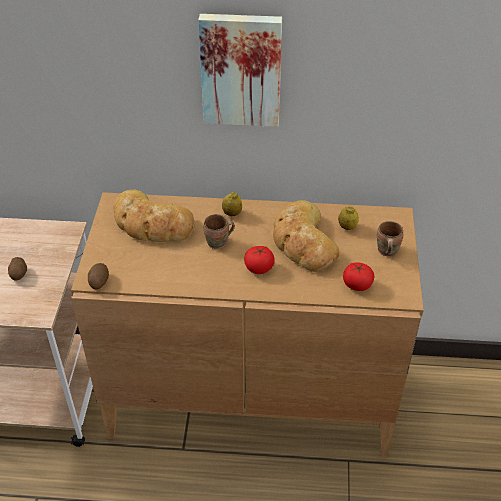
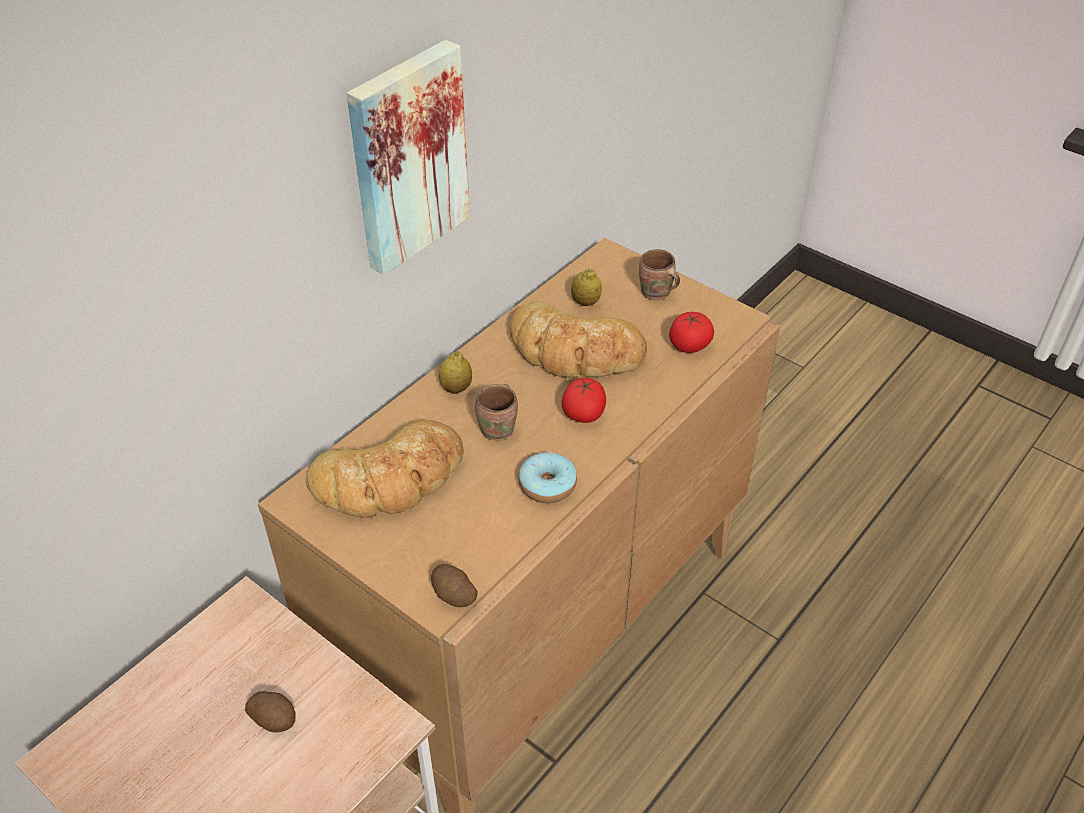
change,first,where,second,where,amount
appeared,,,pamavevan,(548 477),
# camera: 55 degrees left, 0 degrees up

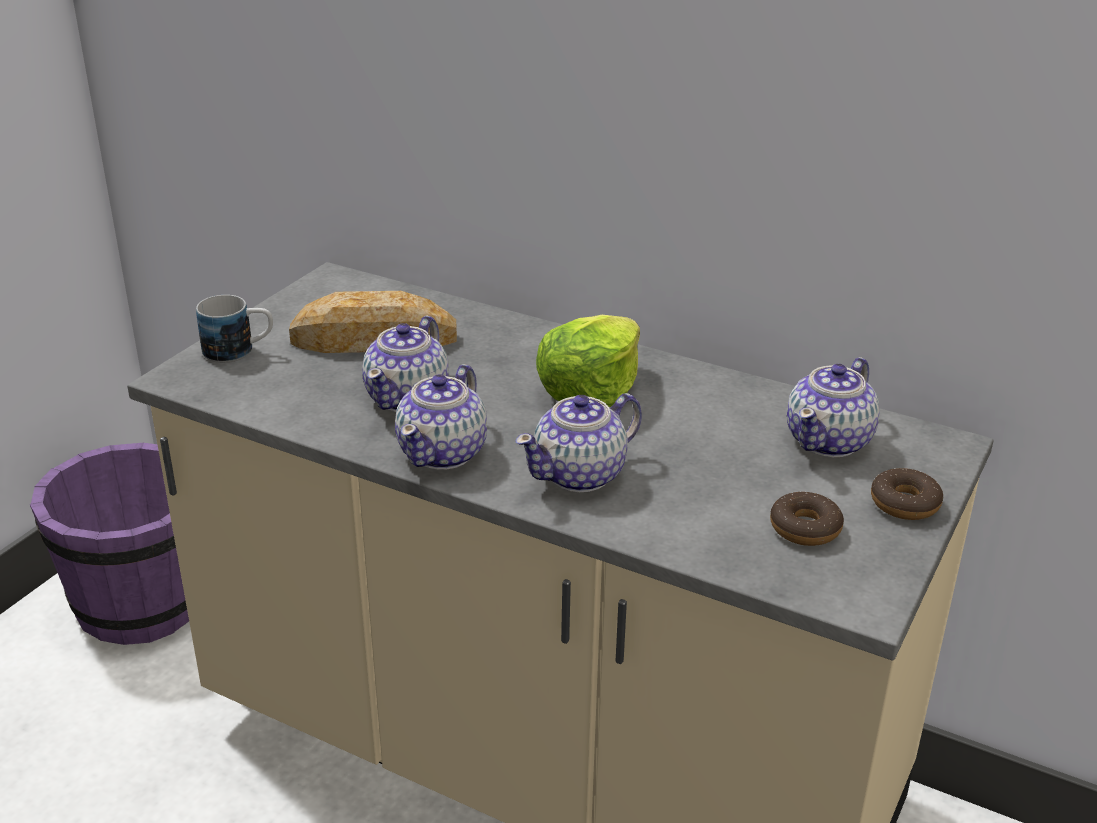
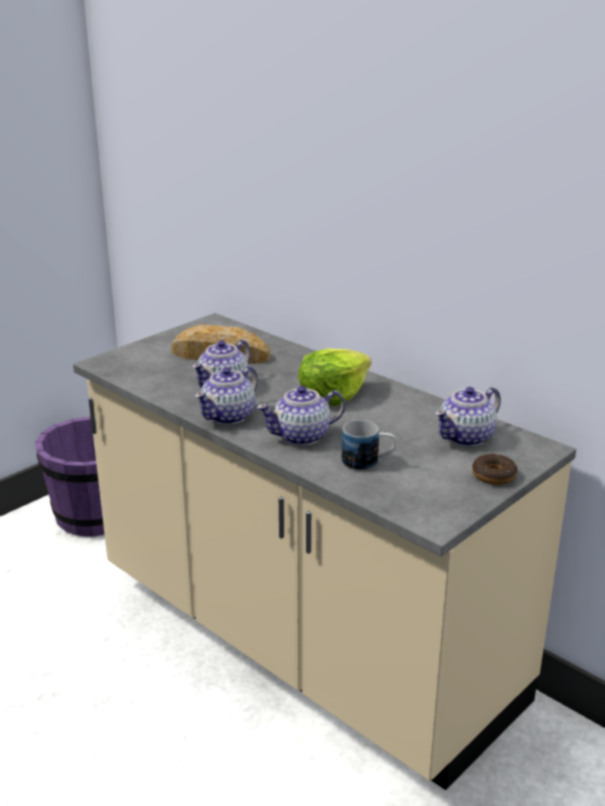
change,first,where,second,where,amount
missing,pamavevan,(807 518),,,
relocated,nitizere,(234 329),,(369 445),
# camera: 15 degrees right, 5 degrees down

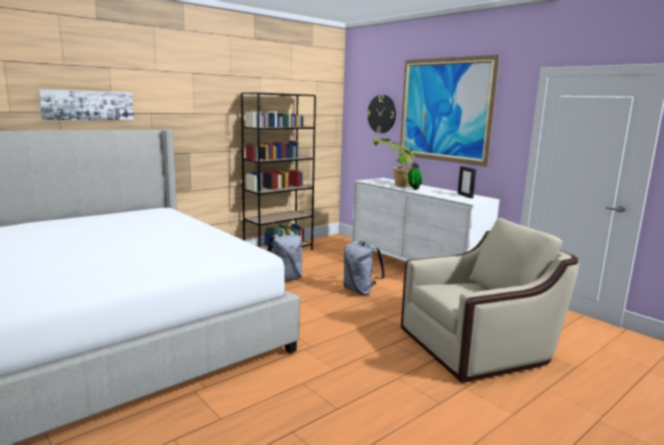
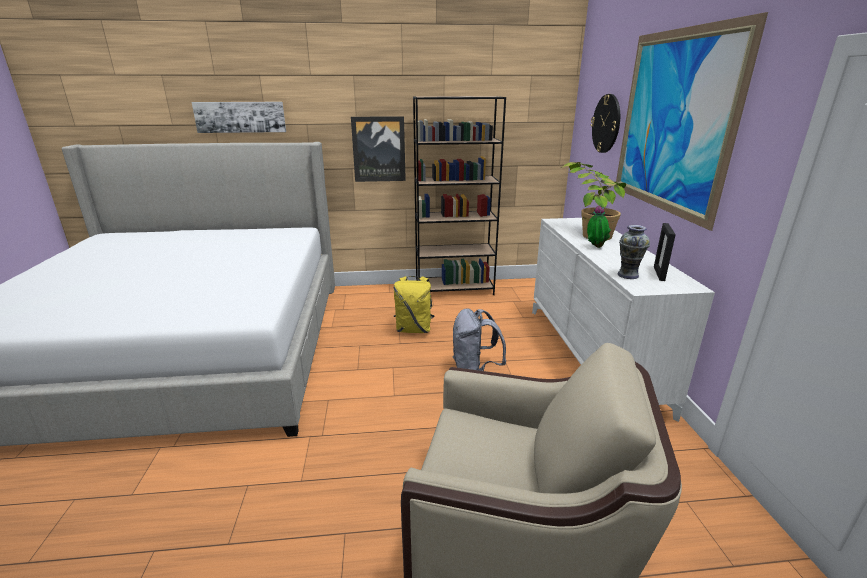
change,first,where,second,where,amount
appeared,,,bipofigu,(378 149),
appeared,,,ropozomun,(634 252),
colour,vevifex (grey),(284 256),vevifex (yellow),(414 304),
# camera: 35 degrees right, 10 degrees up

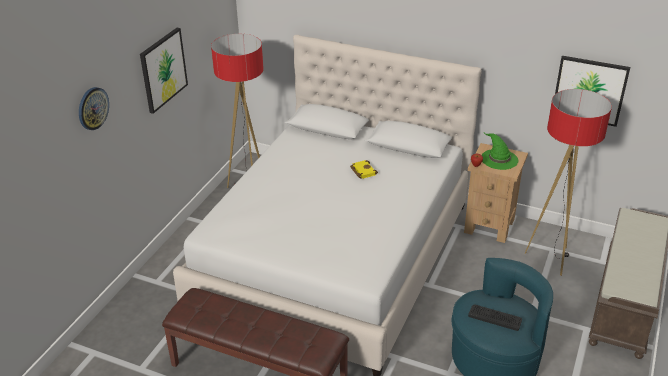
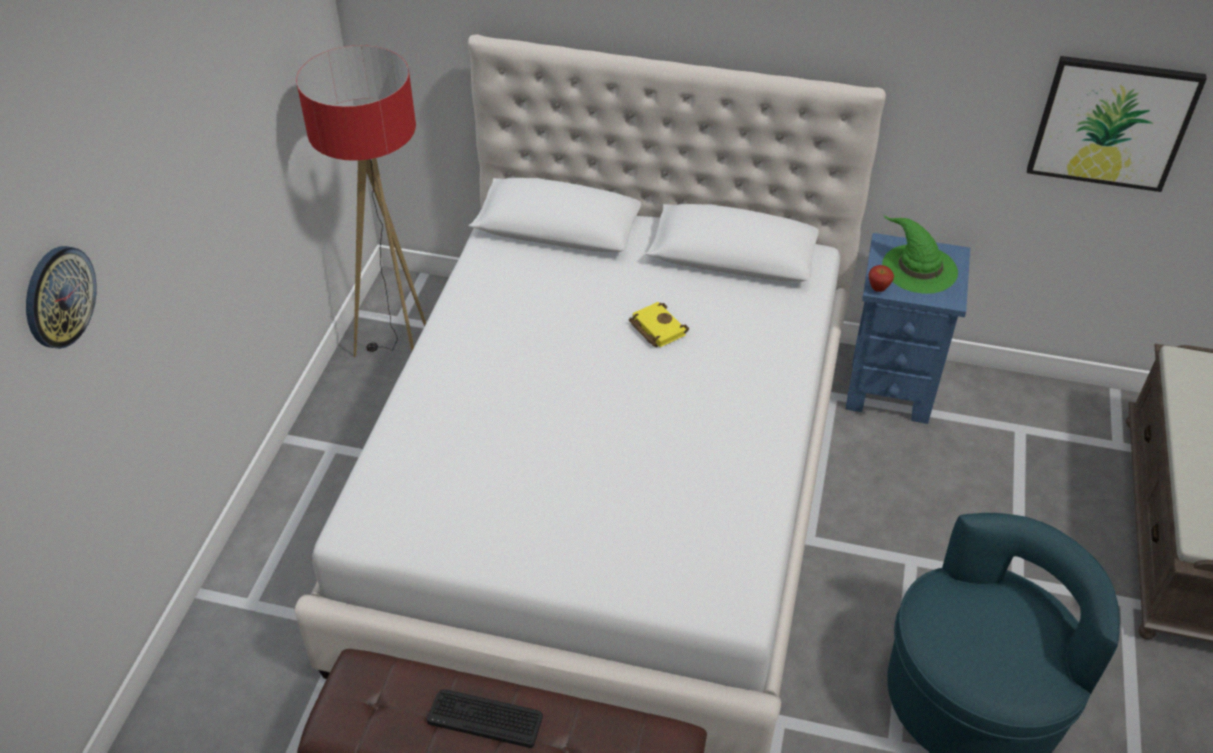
change,first,where,second,where,amount
missing,bipofigu,(164 71),,,
missing,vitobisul,(568 182),,,
relocated,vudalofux,(495 318),,(485 718),
colour,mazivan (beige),(496 193),mazivan (blue),(908 328),
# camera: 10 degrees left, 10 degrees up

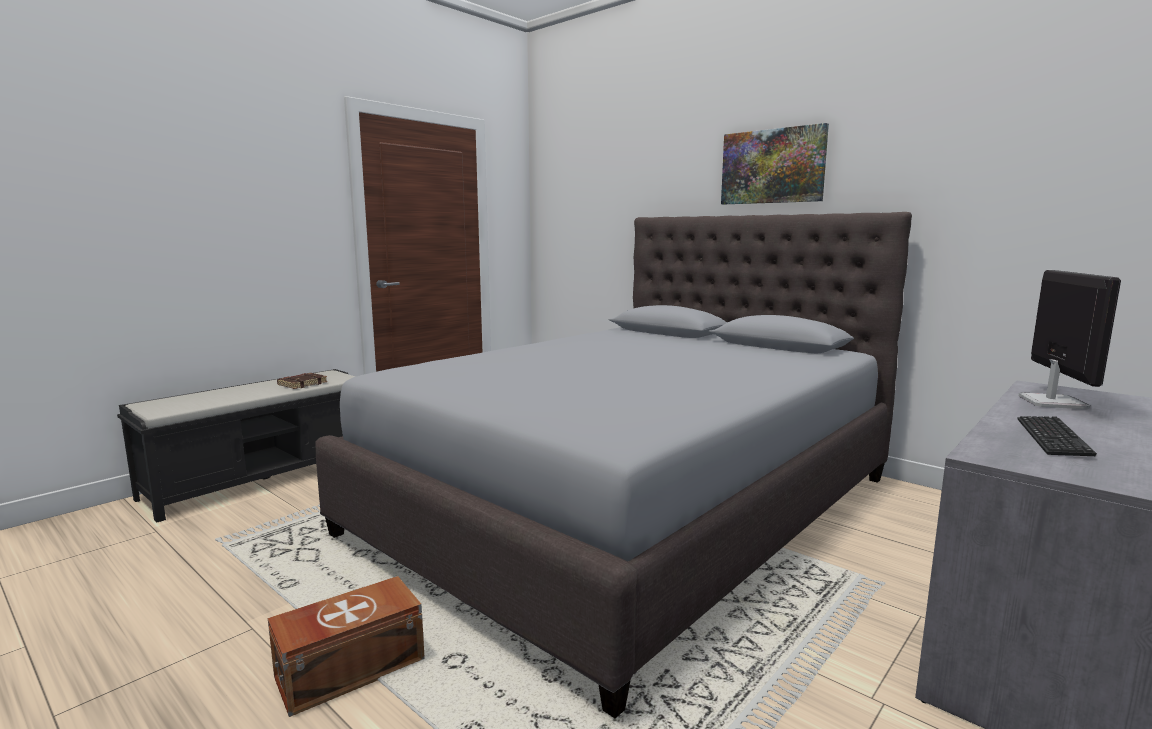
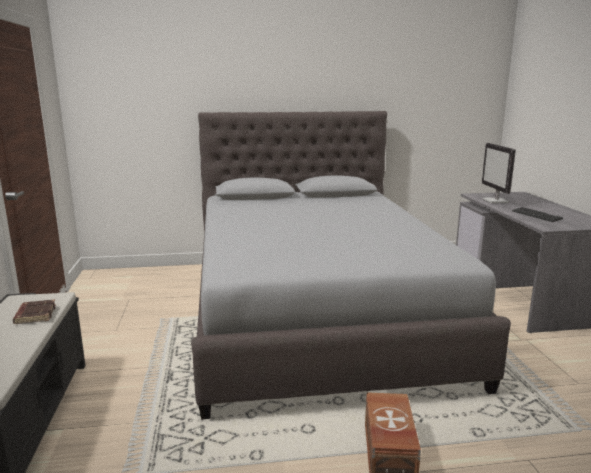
change,first,where,second,where,amount
missing,bipofigu,(775 163),,,
spun,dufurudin,(1070 339),,(499 173),150 degrees counterclockwise
# camera: 50 degrees left, 5 degrees up

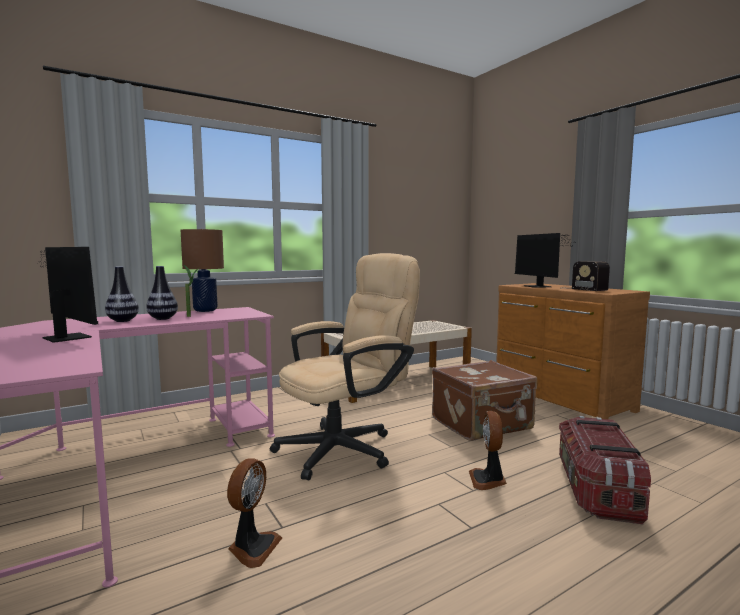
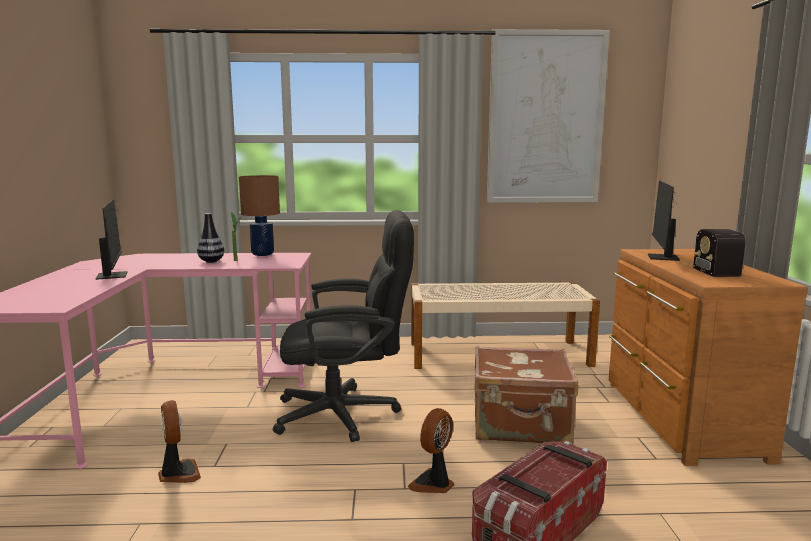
change,first,where,second,where,amount
missing,ropozomun,(122 294),,,
appeared,,,bipofigu,(548 116),
colour,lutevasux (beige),(345 366),lutevasux (black),(343 326),
spun,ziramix,(254 513),,(179 441),75 degrees counterclockwise
# camera: 30 degrees right, 5 degrees up

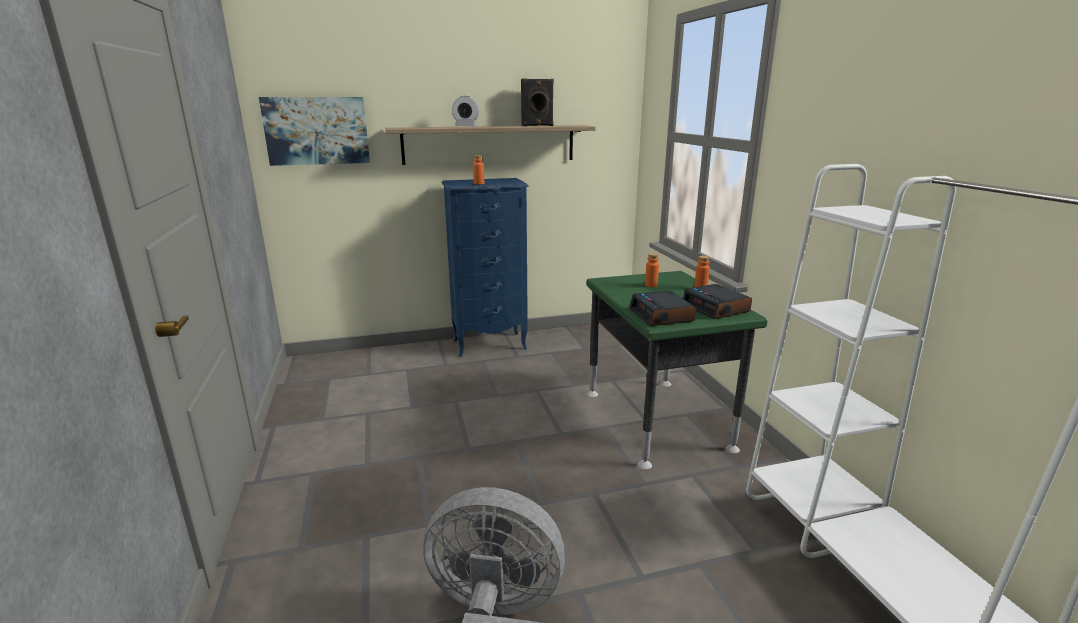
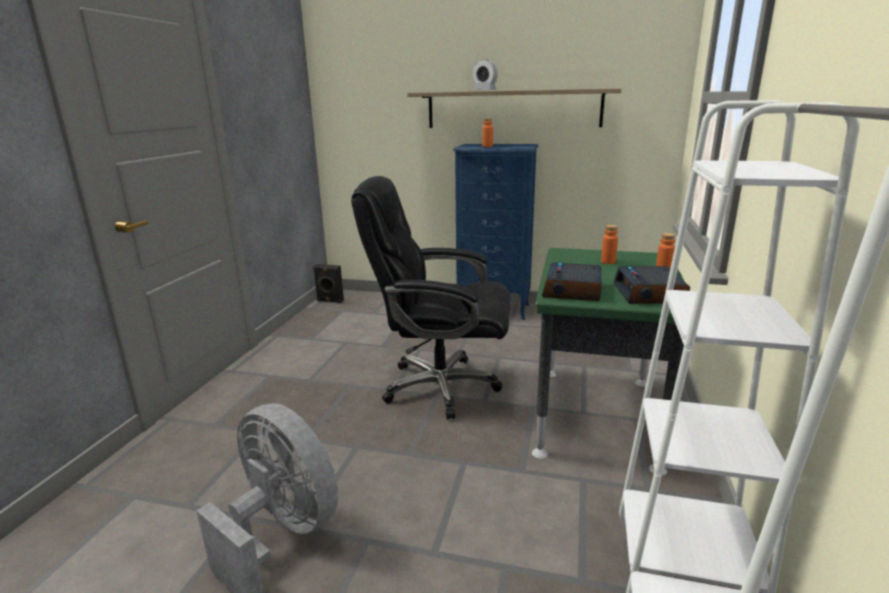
change,first,where,second,where,amount
missing,bipofigu,(314 131),,,
appeared,,,lutevasux (black),(431 297),
relocated,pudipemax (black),(537 102),,(328 283),
# camera: 30 degrees right, 0 degrees up

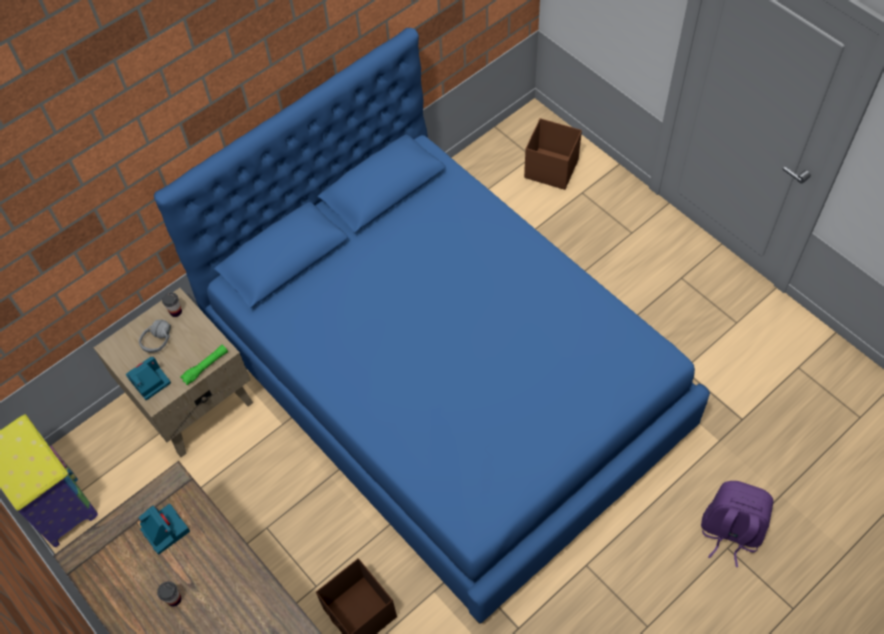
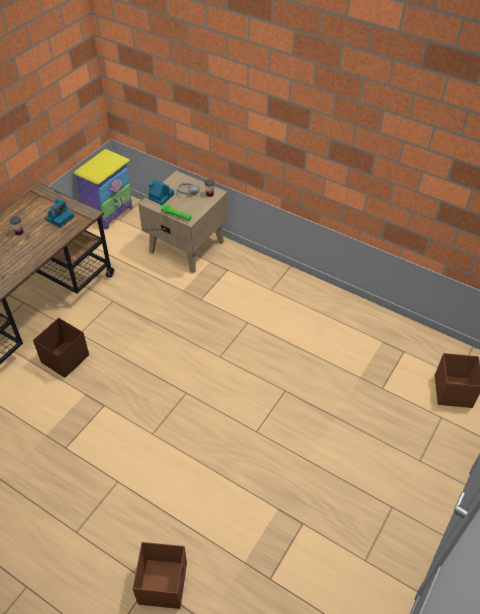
change,first,where,second,where,amount
missing,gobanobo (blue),(432 325),,,
exchanged,vevifex (purple),(737 524),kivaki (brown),(160 575),
# camera: 70 degrees right, 10 degrees down

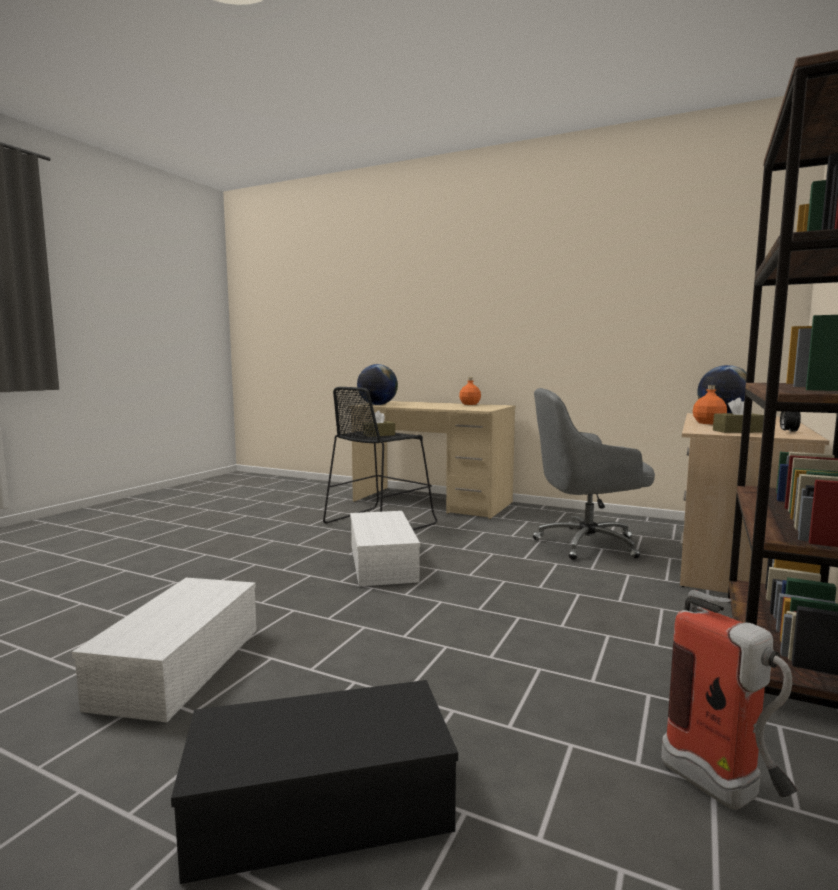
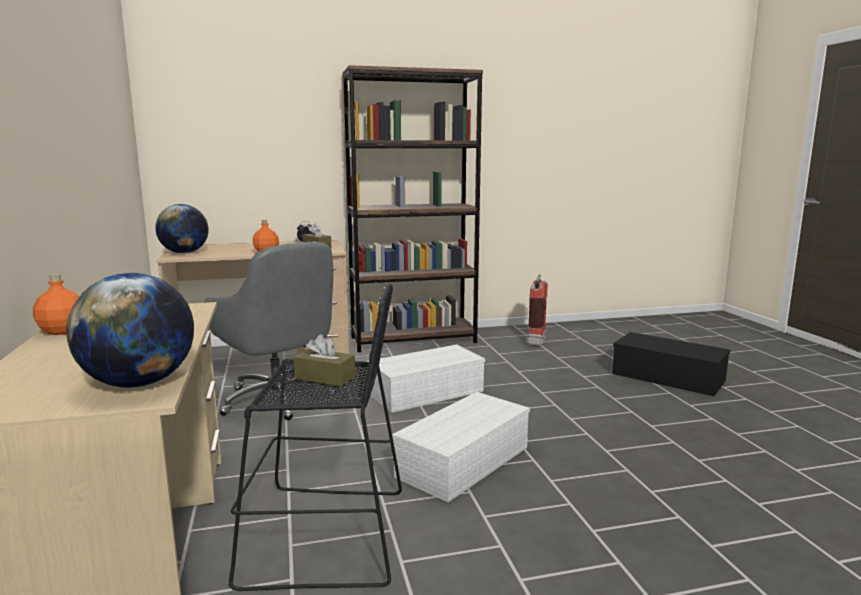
change,first,where,second,where,amount
relocated,kivaki (white),(164 650),,(426 379),
# camera: 130 degrees left, 5 degrees up

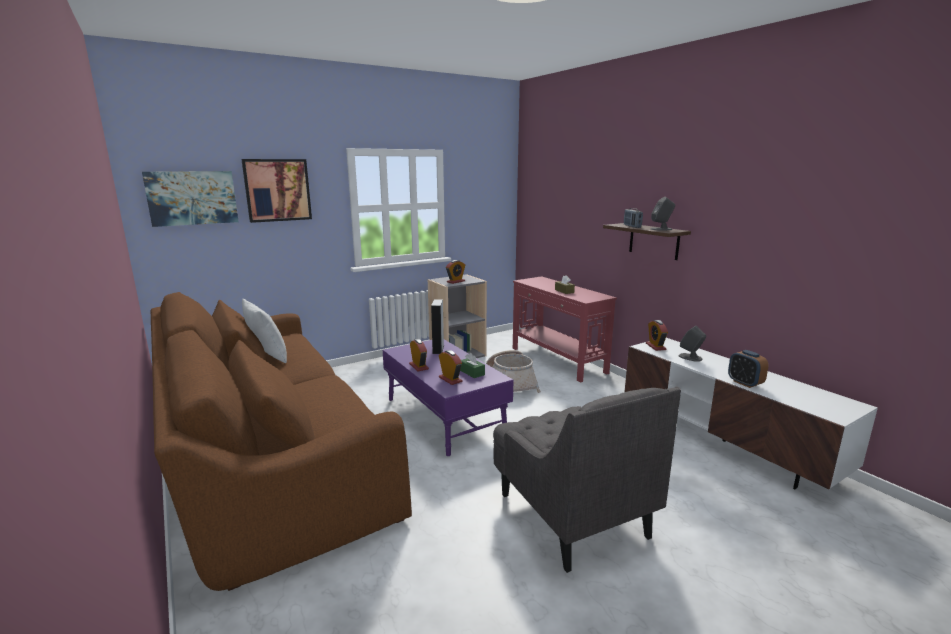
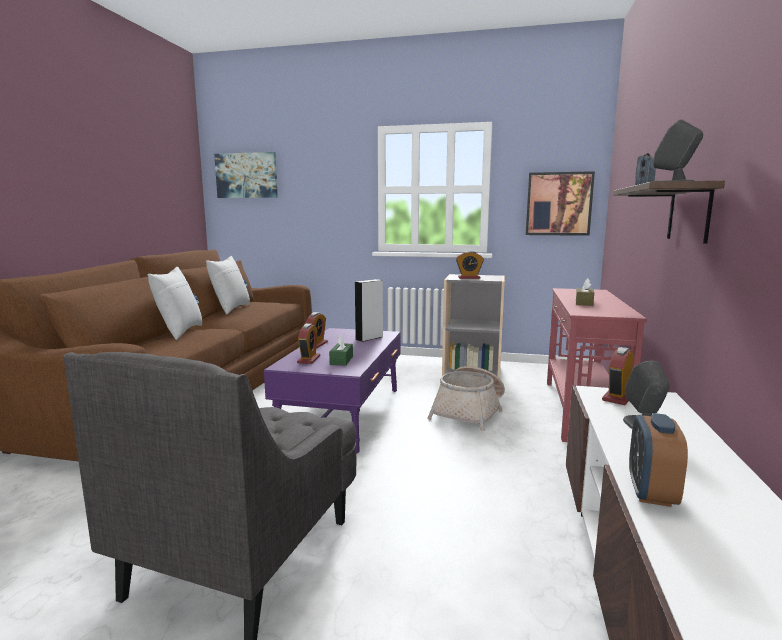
change,first,where,second,where,amount
appeared,,,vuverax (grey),(175 303),
relocated,bipofigu,(276 191),,(560 203),
# camera: 45 degrees right, 5 degrees down

